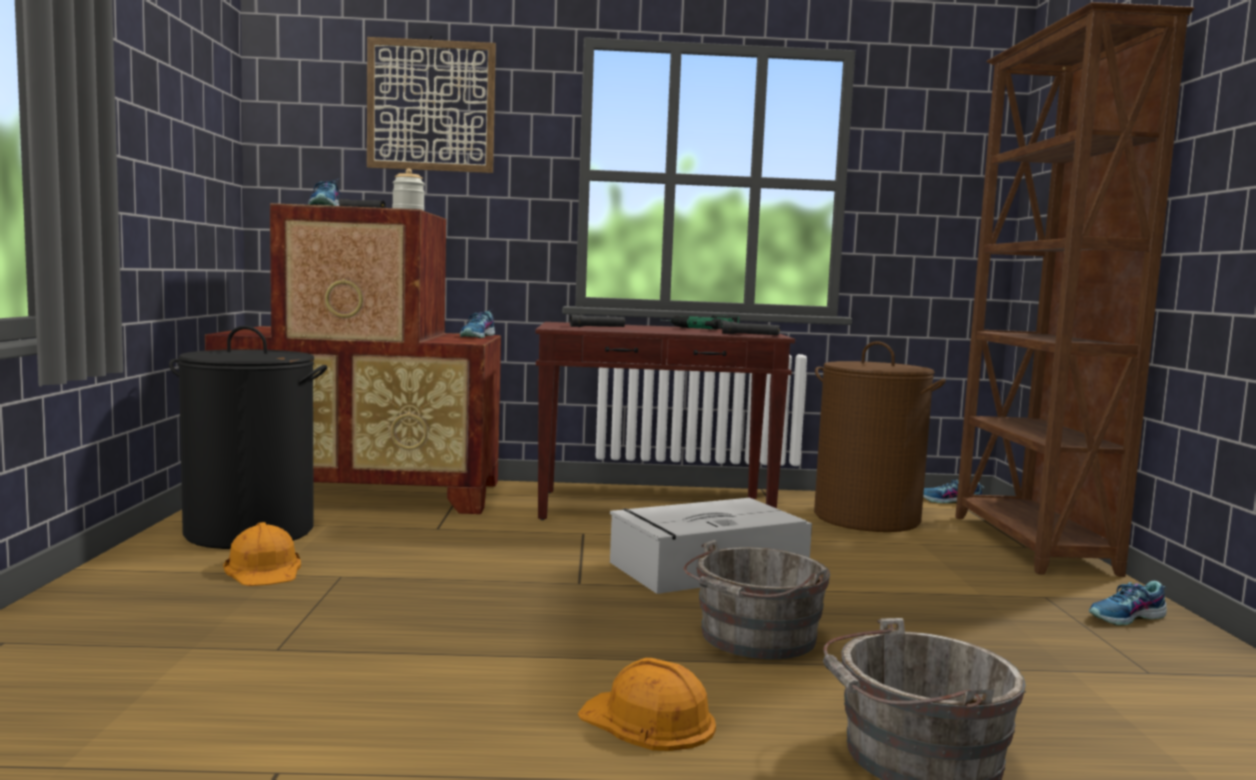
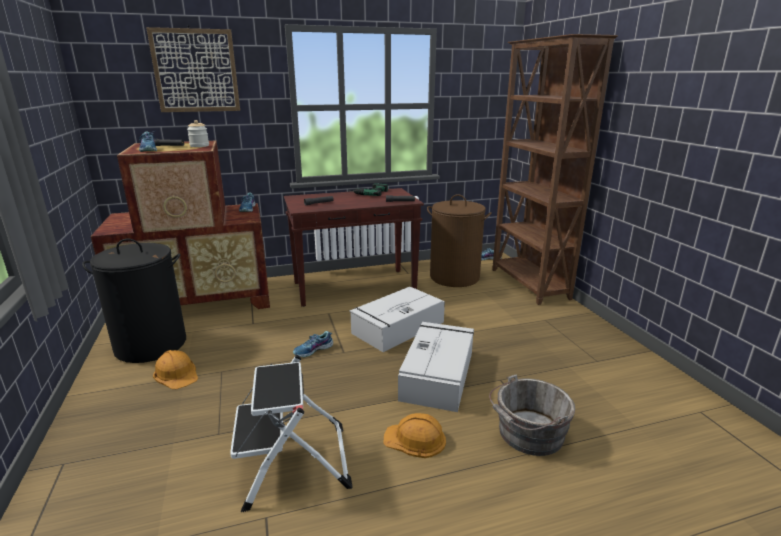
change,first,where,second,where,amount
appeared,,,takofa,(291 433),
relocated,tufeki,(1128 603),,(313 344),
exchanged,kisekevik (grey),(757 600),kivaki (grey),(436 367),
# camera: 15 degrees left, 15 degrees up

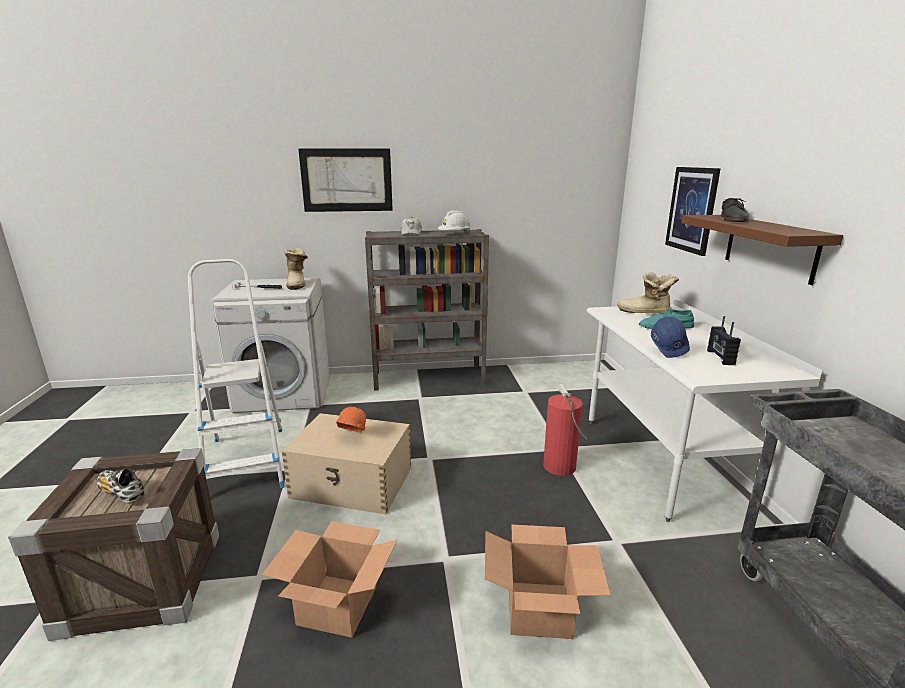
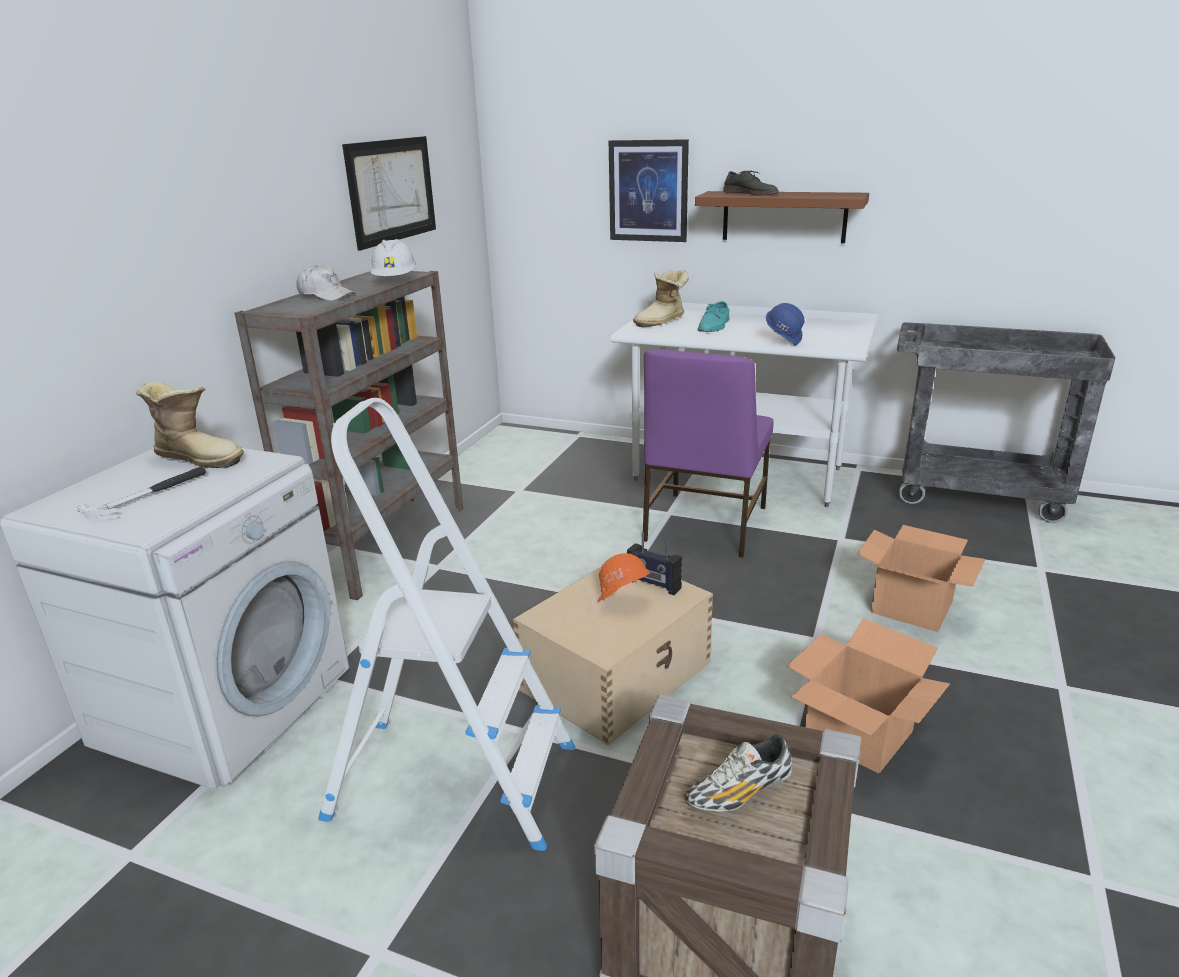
change,first,where,second,where,amount
relocated,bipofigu,(345 180),,(389 193),
relocated,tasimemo,(724 340),,(654 563),
exchanged,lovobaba,(565 430),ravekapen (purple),(708 454),
# camera: 60 degrees left, 5 degrees up

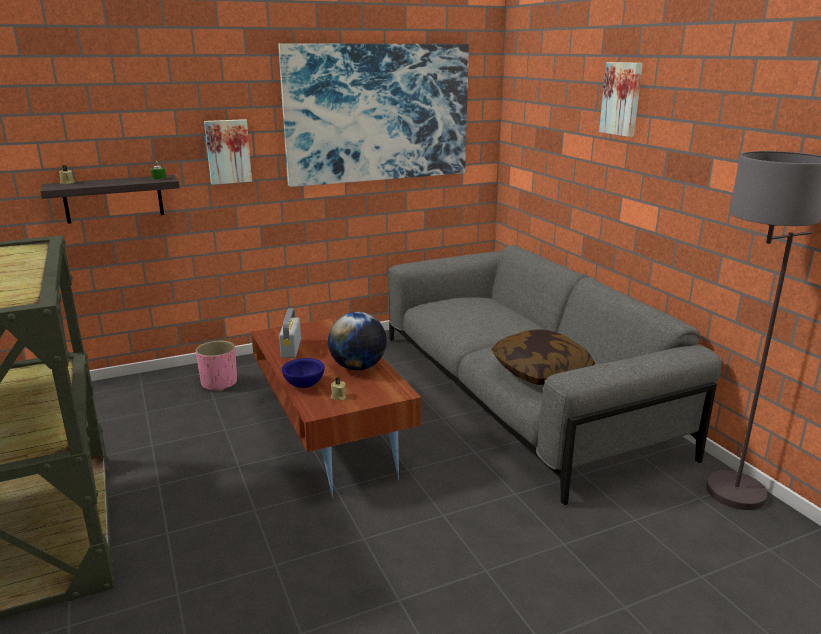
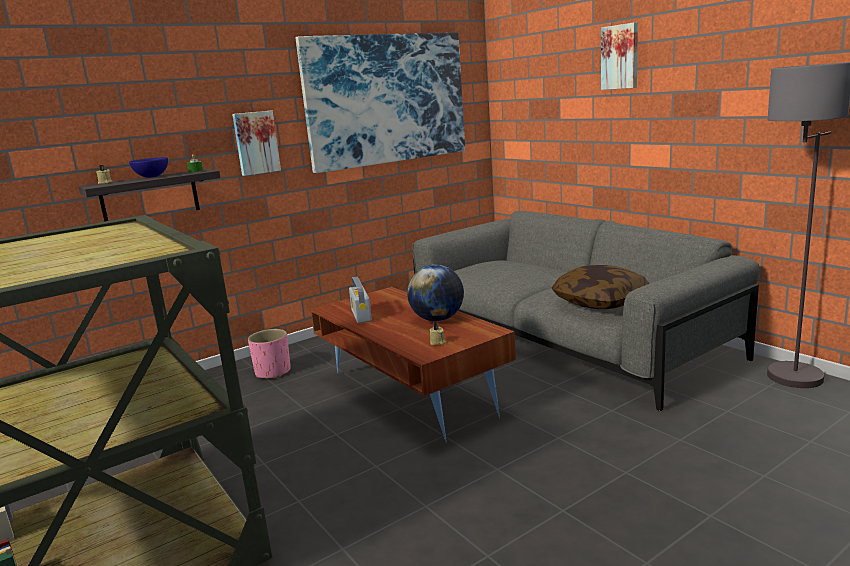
change,first,where,second,where,amount
relocated,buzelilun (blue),(303 373),,(148 167),
# camera: 10 degrees left, 5 degrees down

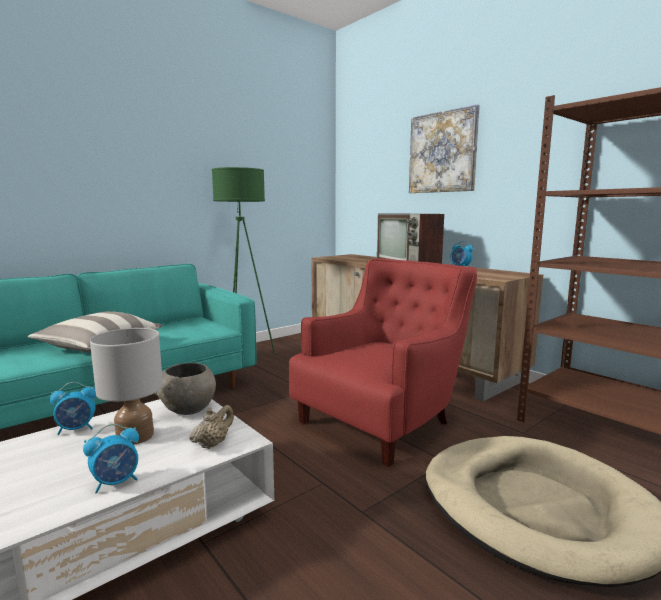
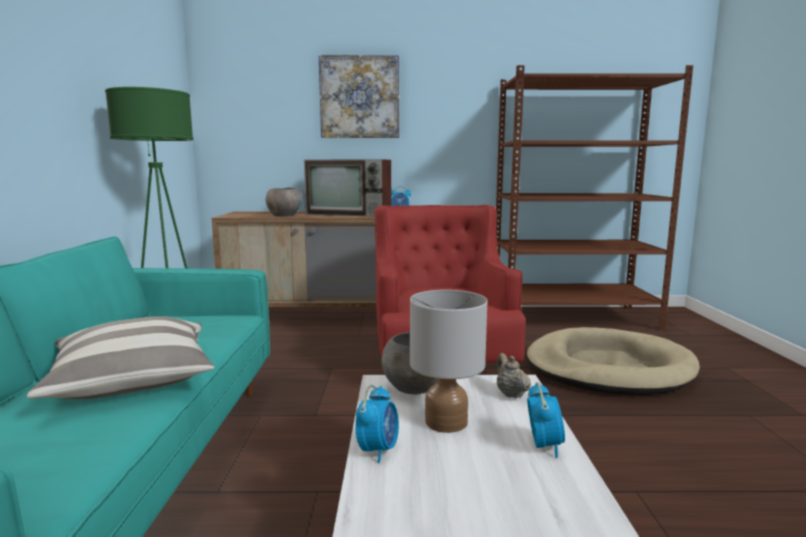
change,first,where,second,where,amount
appeared,,,buzelilun (grey),(284 202),
# camera: 50 degrees left, 0 degrees up

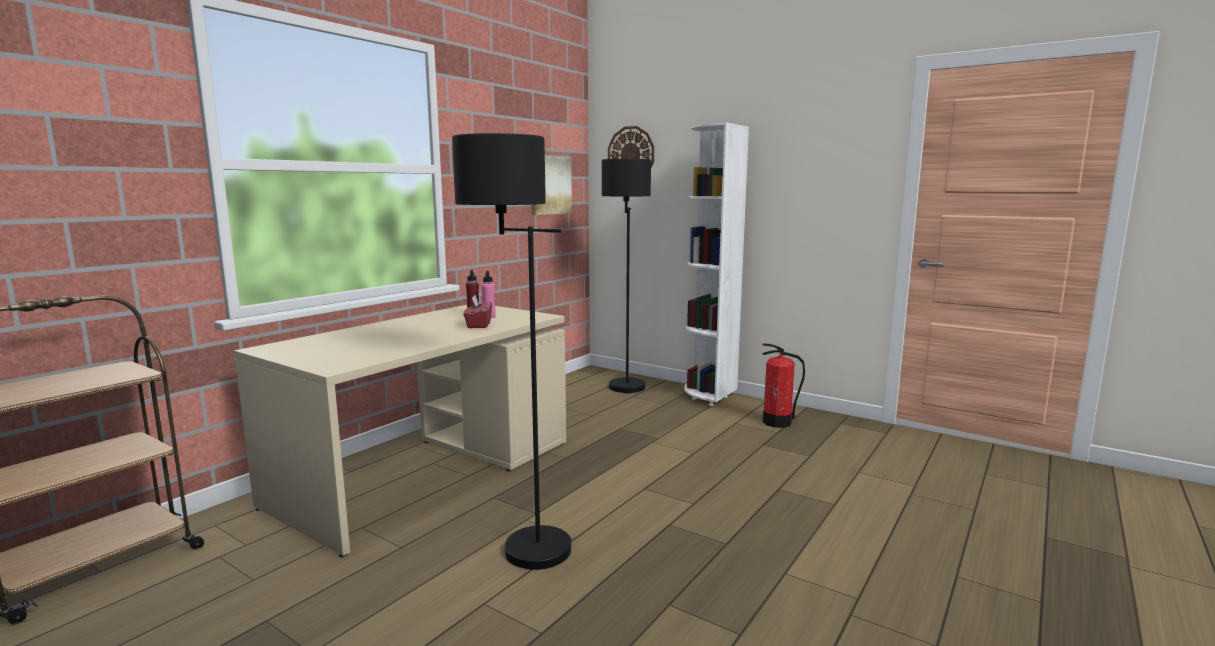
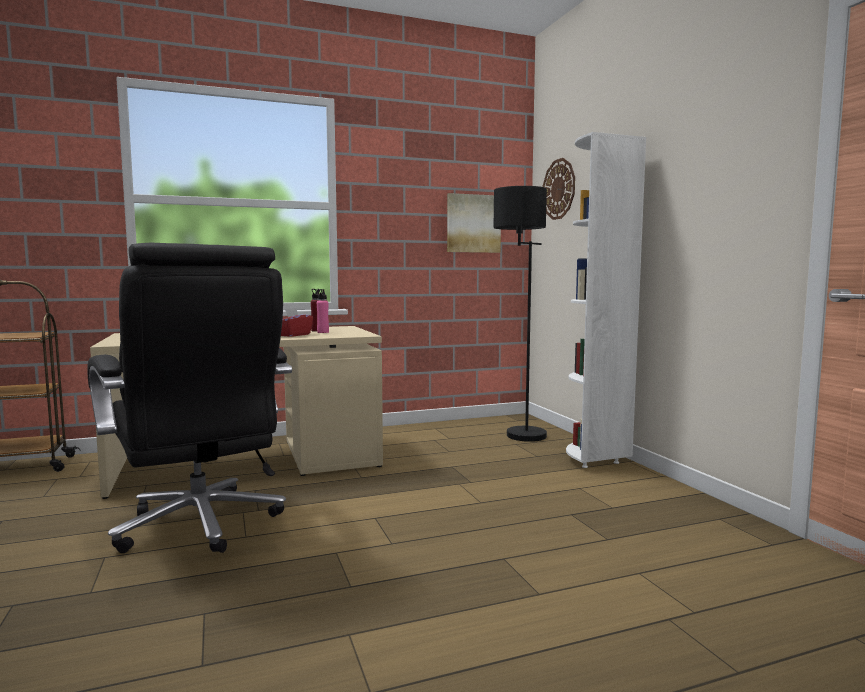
change,first,where,second,where,amount
missing,lovobaba,(783 386),,,
exchanged,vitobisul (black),(511 351),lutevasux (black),(189 398),
# camera: 35 degrees right, 5 degrees down

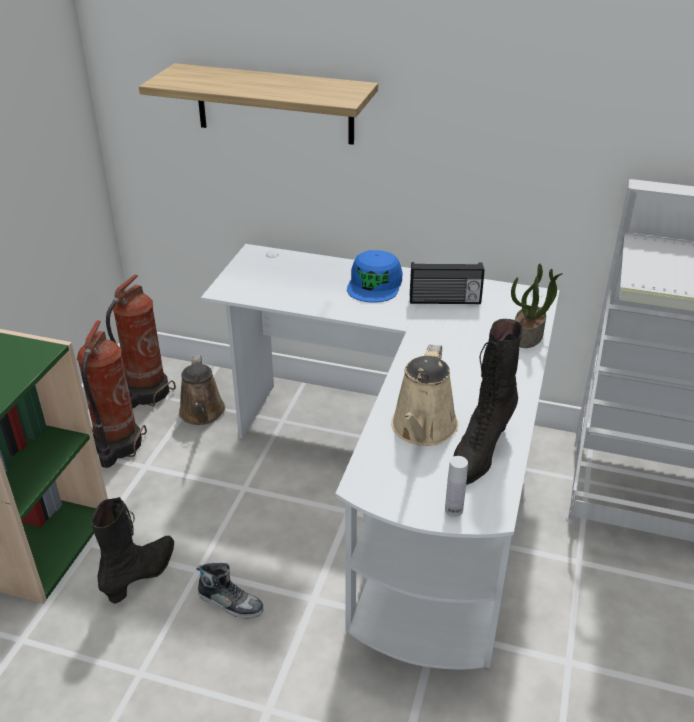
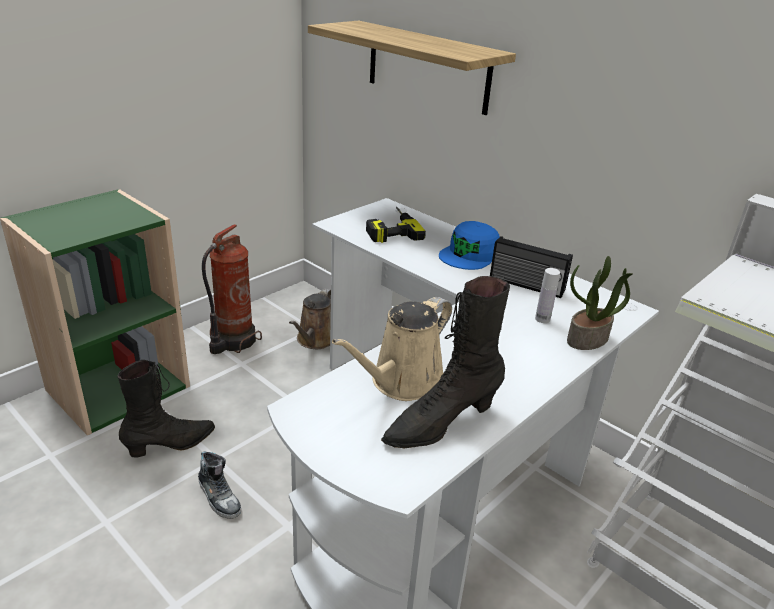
change,first,where,second,where,amount
missing,lovobaba,(141 341),,,
appeared,,,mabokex,(396 225),
relocated,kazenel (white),(456 486),,(547 295),
# camera: 25 degrees right, 5 degrees down

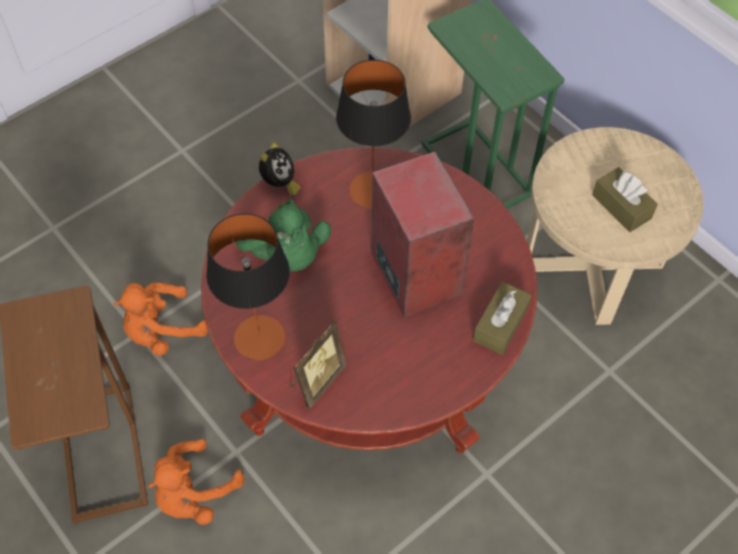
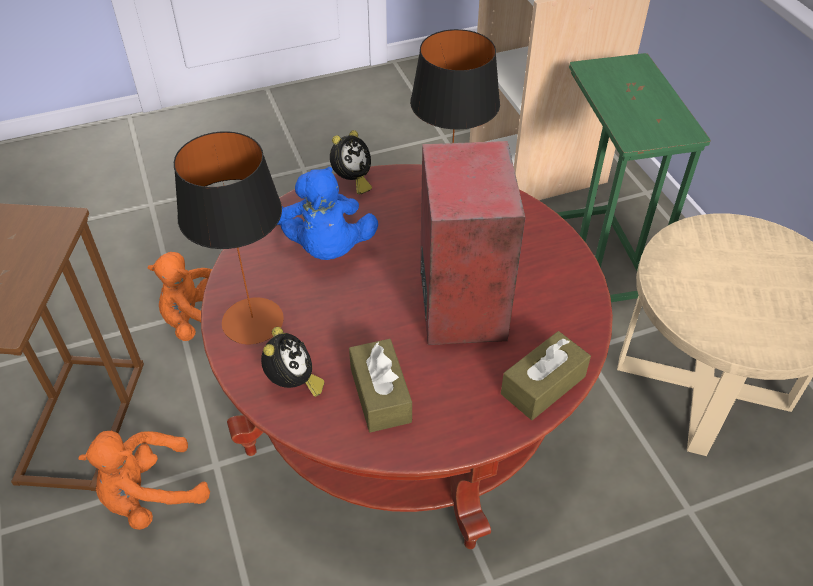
change,first,where,second,where,amount
relocated,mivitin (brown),(625 199),,(380 385),
exchanged,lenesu,(318 365),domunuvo,(292 362),
colour,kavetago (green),(283 235),kavetago (blue),(327 213),
# camera: 20 degrees right, 10 degrees down

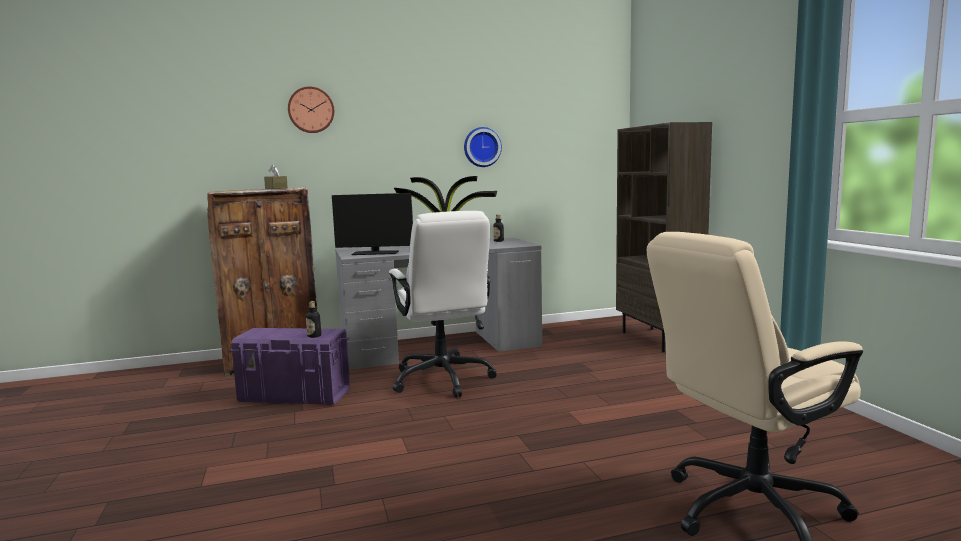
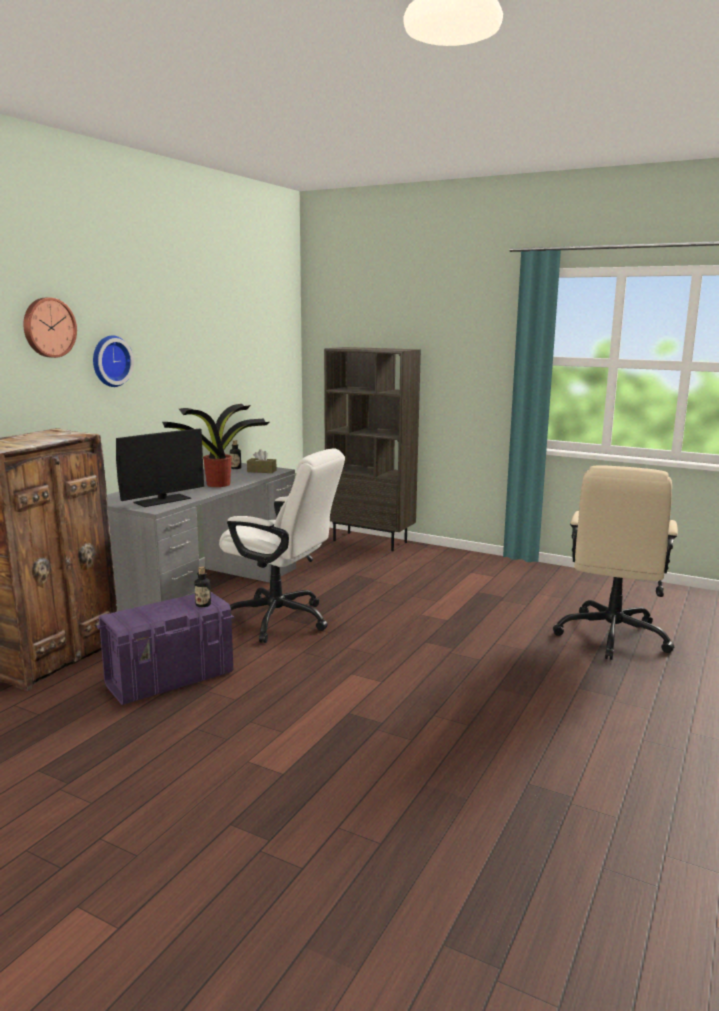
change,first,where,second,where,amount
relocated,mivitin (brown),(276 177),,(261 461),
relocated,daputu,(483 147),,(113 361),
# camera: 45 degrees left, 5 degrees up

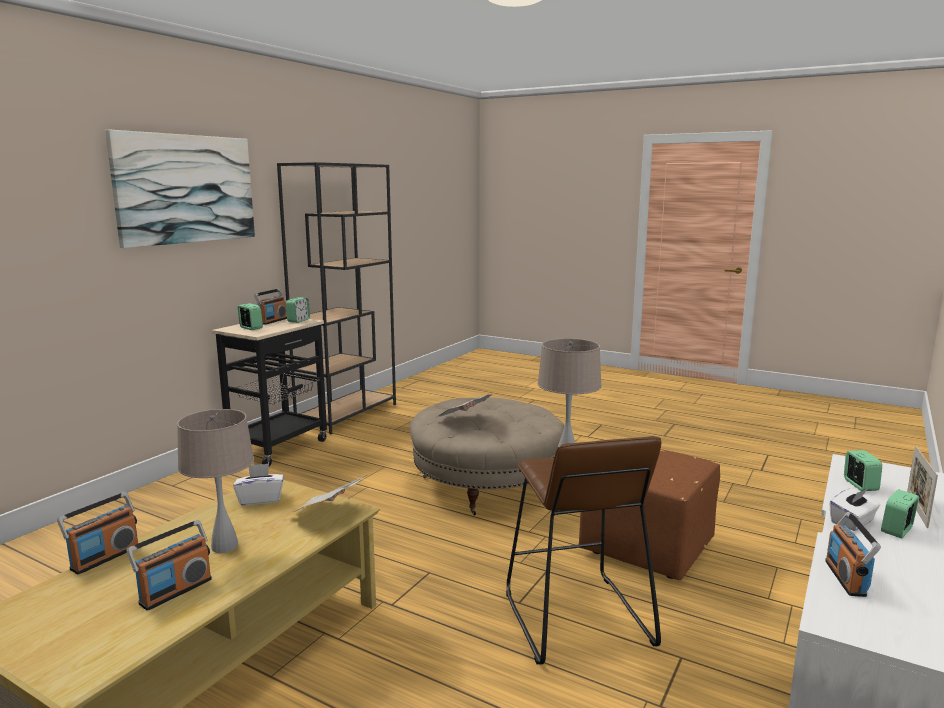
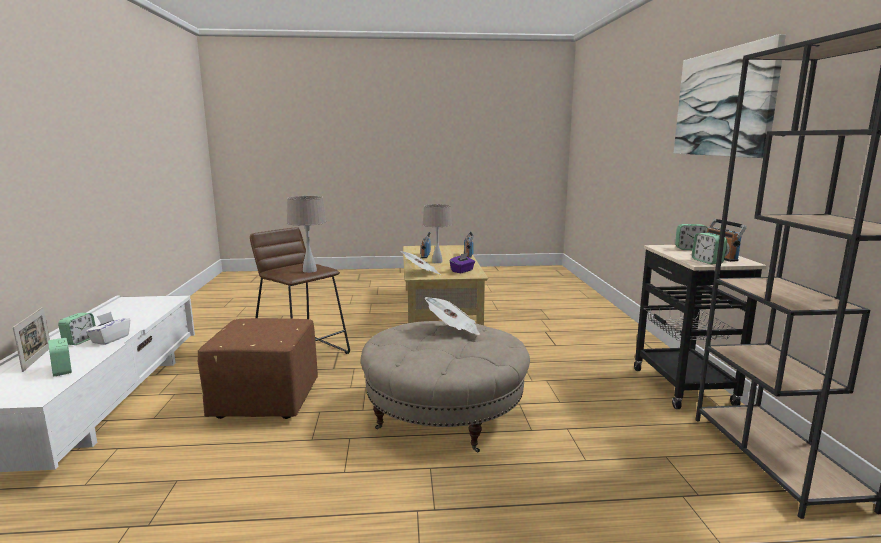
change,first,where,second,where,amount
missing,tasimemo,(853 554),,,
colour,mivitin (white),(258 484),mivitin (purple),(462 263),
# camera: 145 degrees right, 0 degrees up

